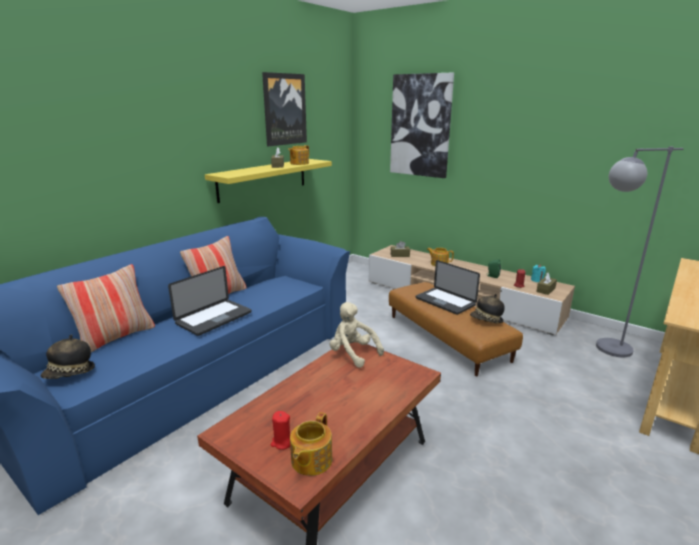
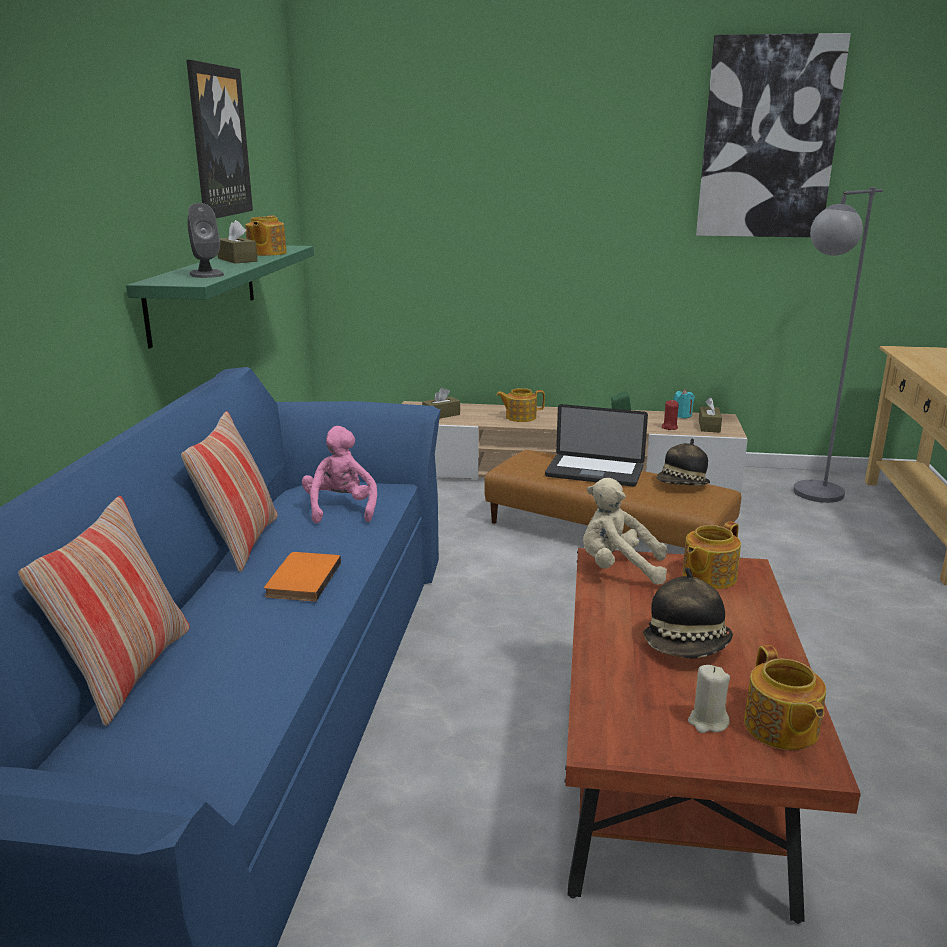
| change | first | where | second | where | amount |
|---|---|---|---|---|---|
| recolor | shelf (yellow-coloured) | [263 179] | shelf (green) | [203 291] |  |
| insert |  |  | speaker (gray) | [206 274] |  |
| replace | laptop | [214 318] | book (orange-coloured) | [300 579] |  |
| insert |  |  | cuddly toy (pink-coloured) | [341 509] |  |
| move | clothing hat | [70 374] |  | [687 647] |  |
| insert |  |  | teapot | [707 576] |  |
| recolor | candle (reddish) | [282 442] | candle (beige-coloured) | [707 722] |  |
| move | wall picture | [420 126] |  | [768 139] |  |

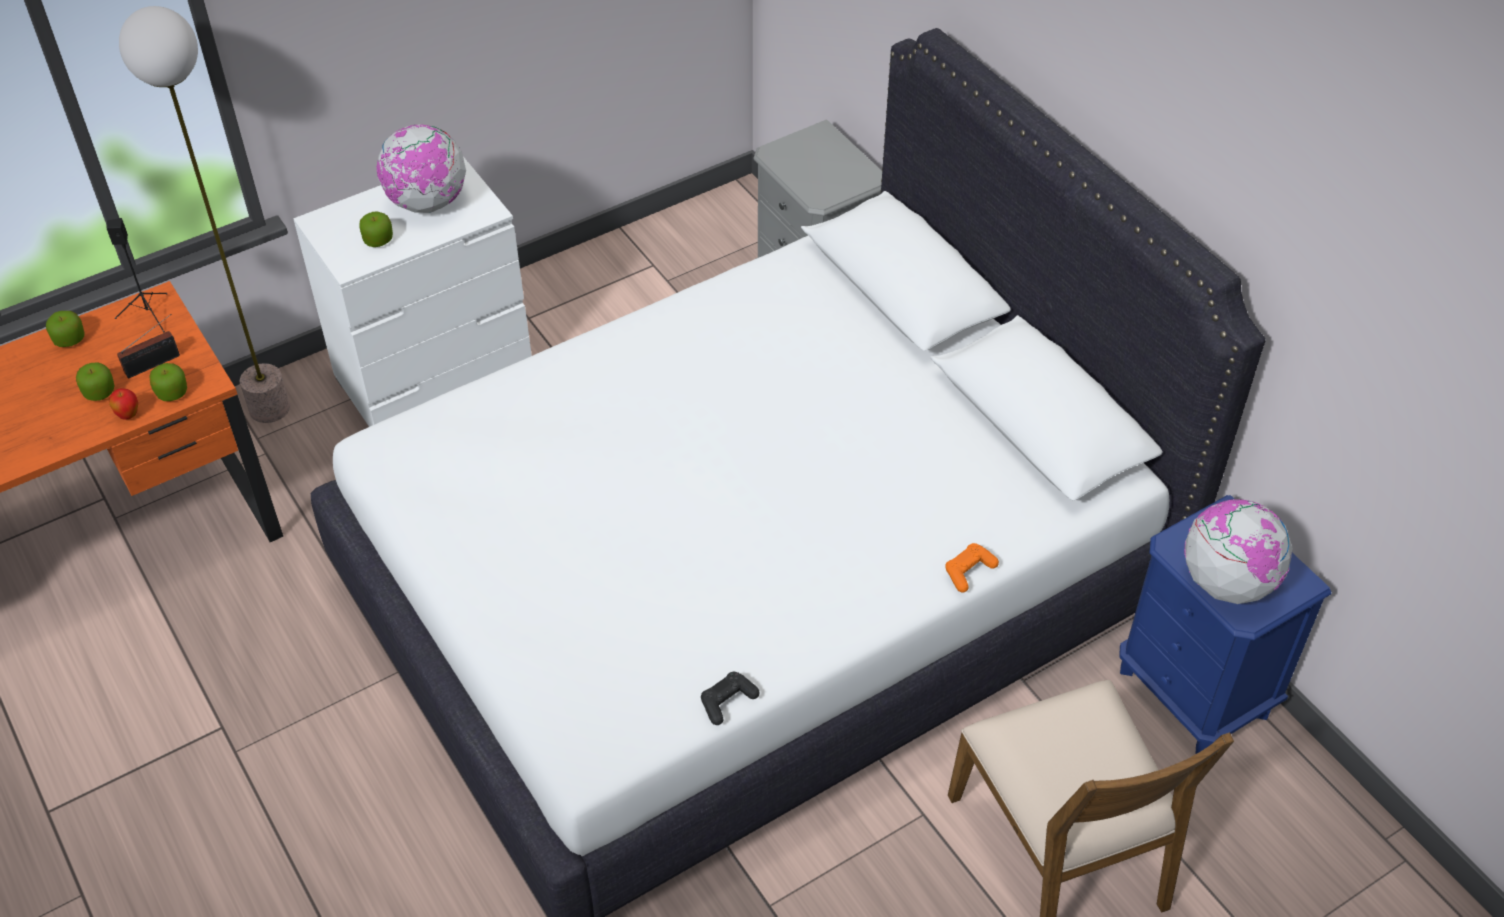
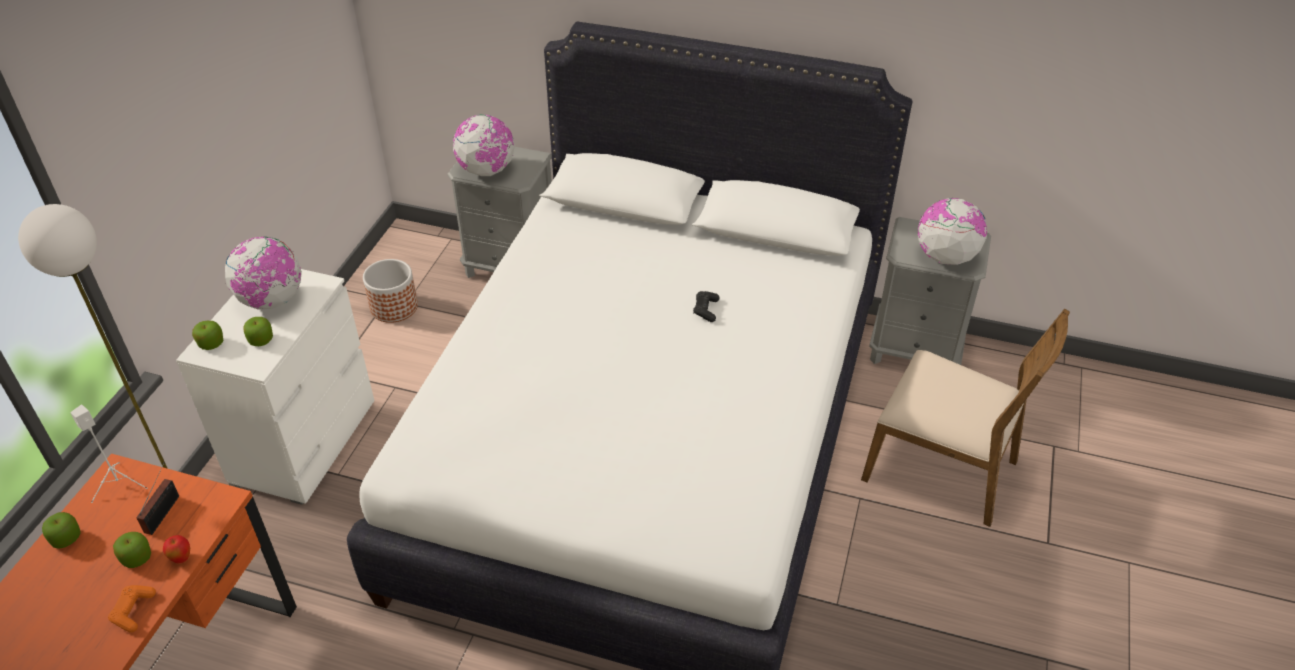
| change | first | where | second | where | amount |
|---|---|---|---|---|---|
| recolor | speaker (blackish) | [148 314] | speaker (white) | [119 483] |  |
| move | joypad (orange-coloured) | [969 571] |  | [133 611] |  |
| move | apple fruit | [172 392] |  | [211 343] |  |
| insert |  |  | planter | [394 307] |  |
| insert |  |  | desk globe | [487 170] |  |
| move | joypad (blackish) | [727 701] |  | [706 310] |  |
| recolor | nightstand (blue) | [1194 692] | nightstand (gray) | [916 350] |  |

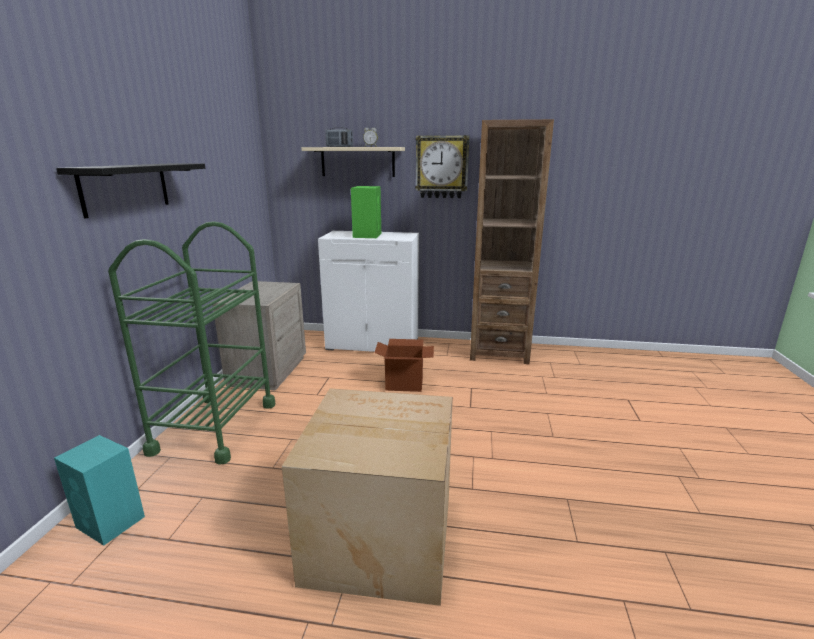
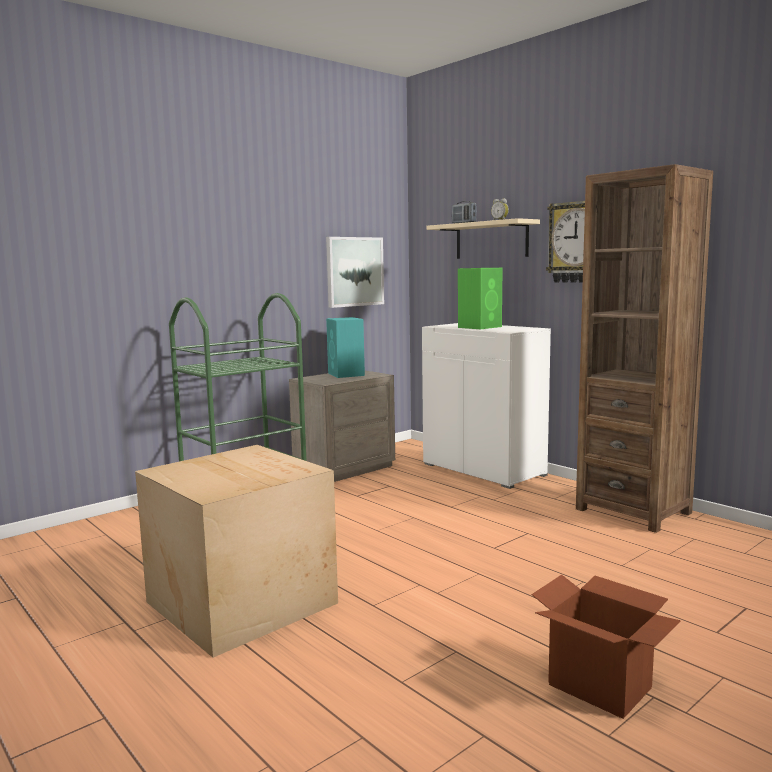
| change | first | where | second | where | amount |
|---|---|---|---|---|---|
| insert |  |  | wall picture | [354 271] |  |
| move | speaker (turquoise) | [111 522] |  | [346 374] |  |
| move | carton | [404 384] |  | [600 686] |  |
| delete | shelf (blackish) | [126 188] |  |  |  |

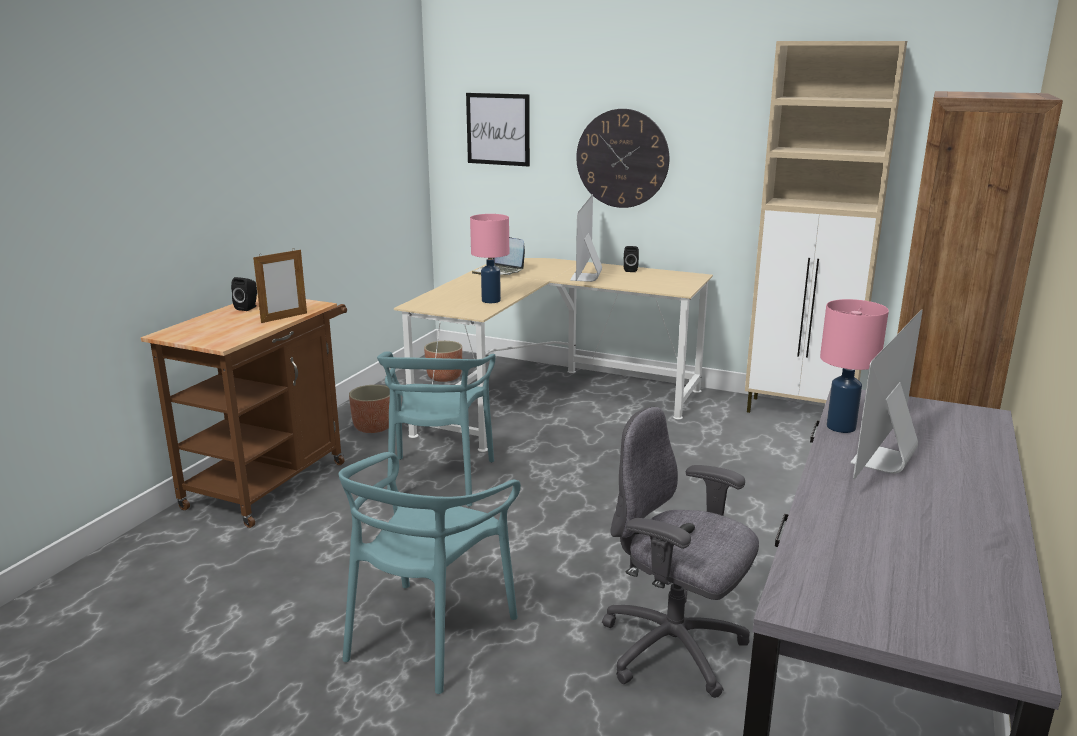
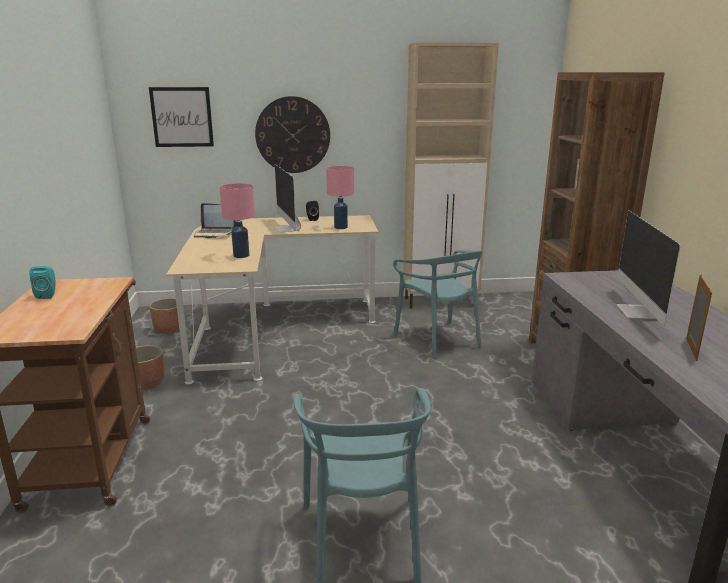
| change | first | where | second | where | amount |
|---|---|---|---|---|---|
| recolor | speaker (blackish) | [248 308] | speaker (turquoise) | [47 295] |  |
| move | table lamp (pink-coloured) | [840 427] |  | [340 227] |  |
| move | chair (turquoise) | [438 480] |  | [438 340] |  |
| move | picture frame | [284 318] |  | [691 349] |  |
| delete | computer chair (gray) | [674 650] |  |  |  |

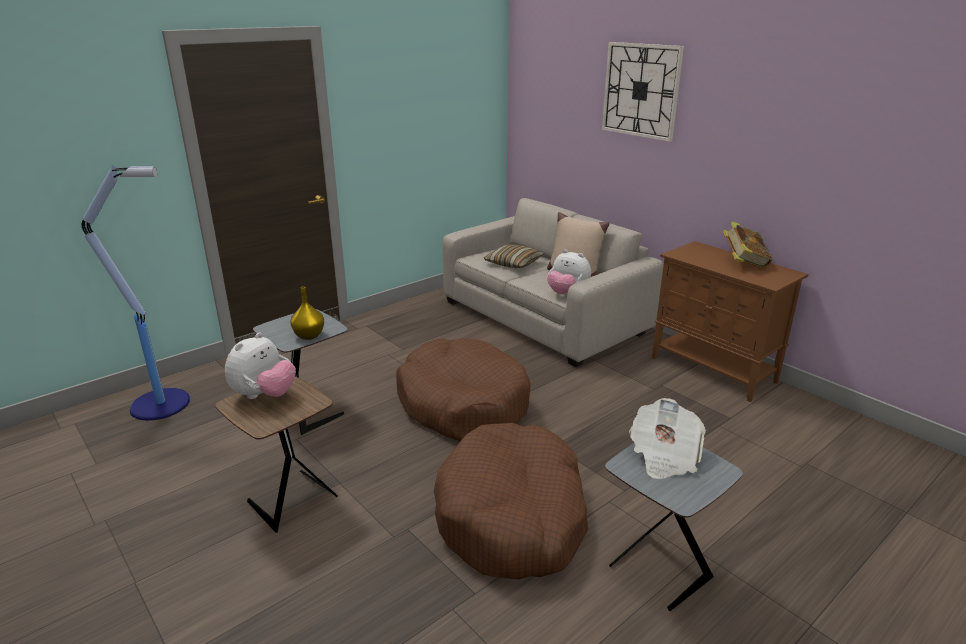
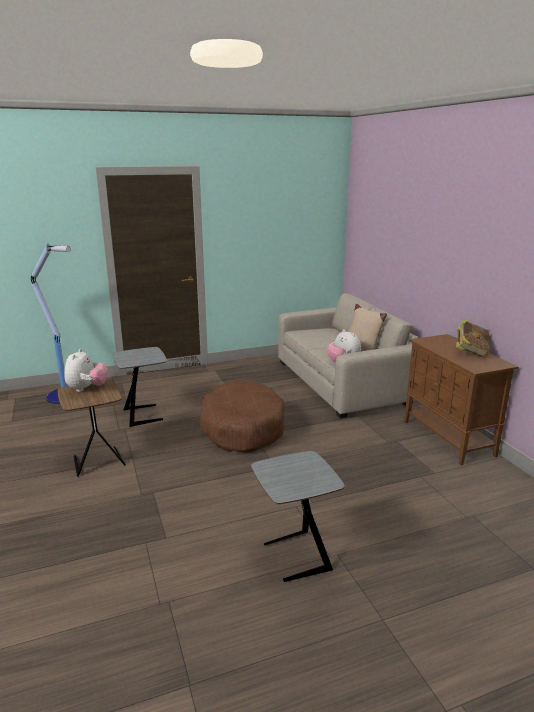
| change | first | where | second | where | amount |
|---|---|---|---|---|---|
| rotate | cuddly toy | [264 395] |  | [87 388] | 45 degrees counterclockwise |
| delete | vase (yellow-coloured) | [309 336] |  |  |  |
| delete | pet bed (brown) | [512 516] |  |  |  |
| delete | pillow | [513 263] |  |  |  |
| delete | wall clock | [641 90] |  |  |  |
| delete | printed paper | [664 456] |  |  |  |

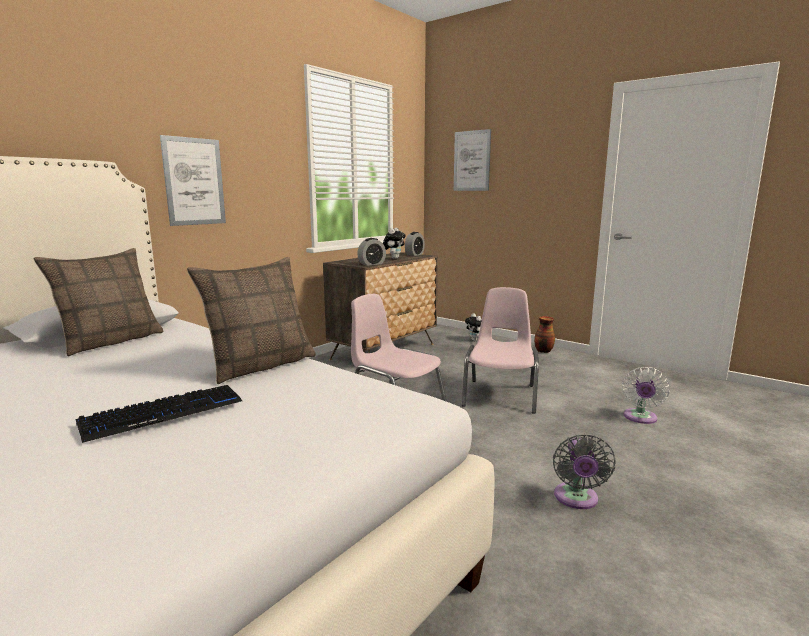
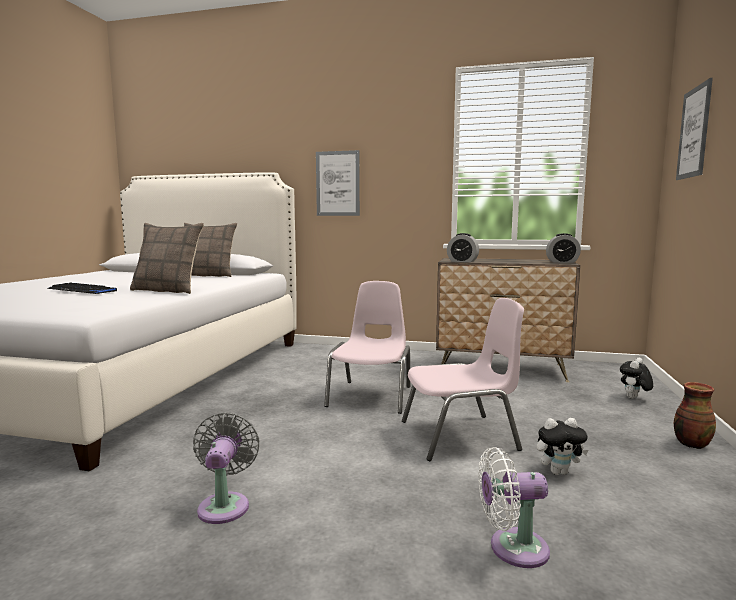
| change | first | where | second | where | amount |
|---|---|---|---|---|---|
| rotate | fan (gray) | [576 499] |  | [225 505] | 105 degrees clockwise |
| move | cuddly toy | [394 258] |  | [559 472] |  |

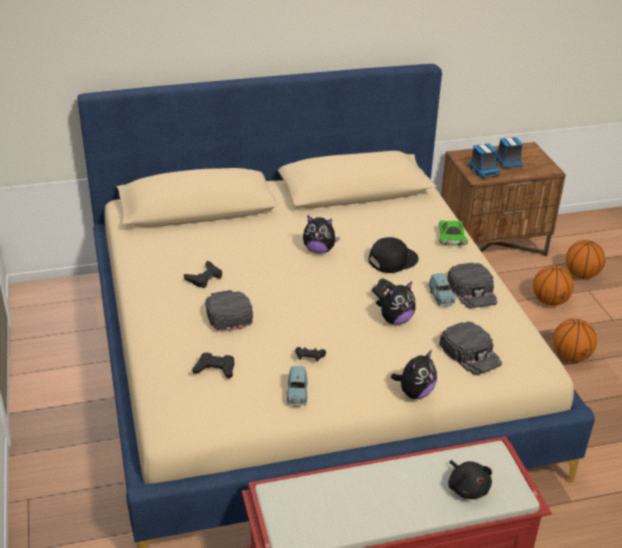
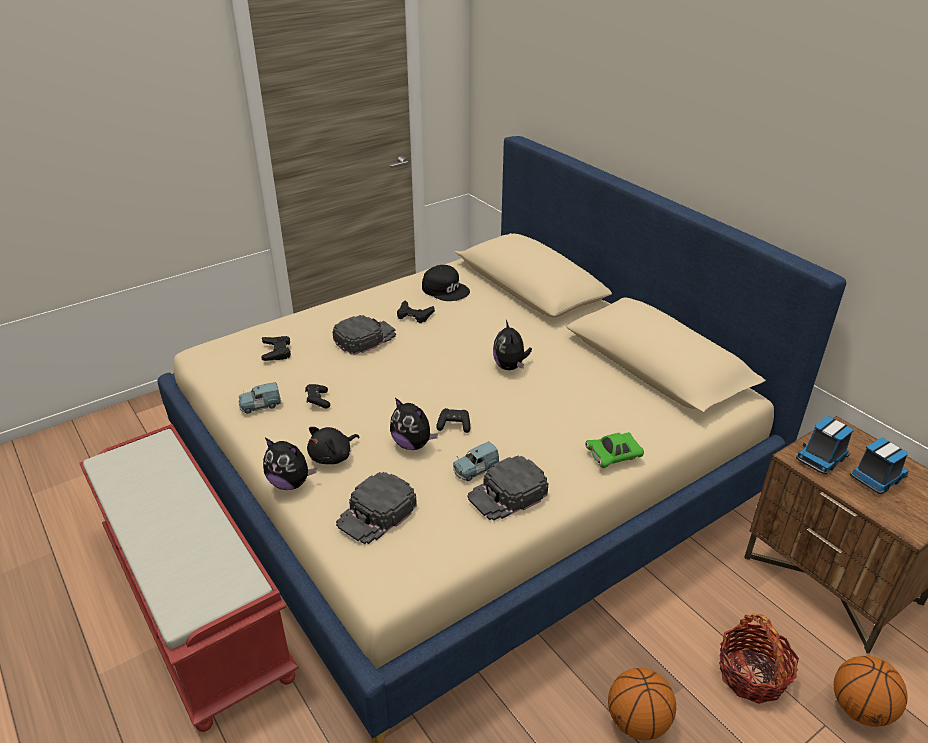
| change | first | where | second | where | amount |
|---|---|---|---|---|---|
| move | cuddly toy (blackish) | [467 488] |  | [333 456] |  |
| move | cap (blackish) | [392 260] |  | [446 289] |  |
| replace | basketball | [550 301] | household basket | [752 675] |  |

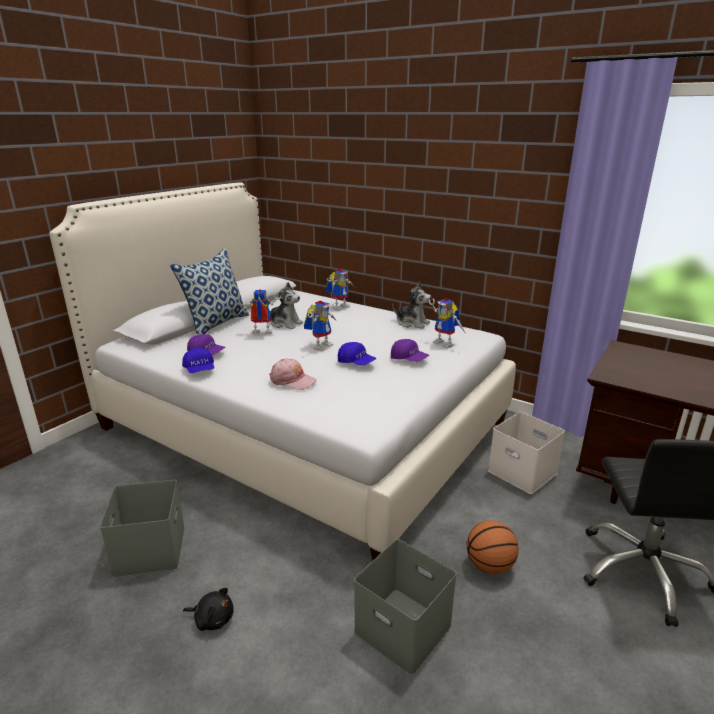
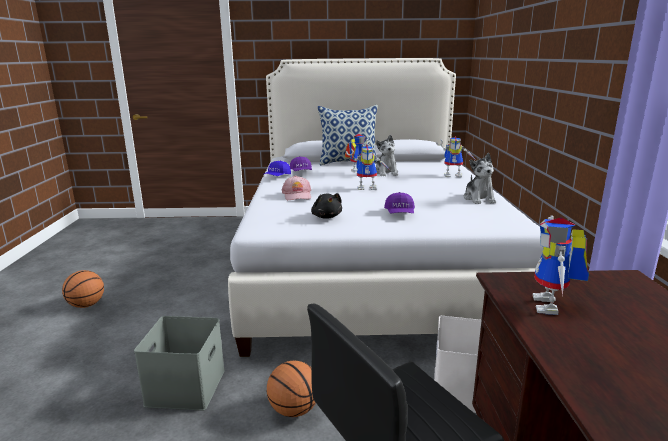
| change | first | where | second | where | amount |
|---|---|---|---|---|---|
| insert |  |  | basketball | [86 305] |  |
| move | cuddly toy (blackish) | [212 619] |  | [326 217] |  |
| move | model robot | [446 343] |  | [552 307] |  |
| delete | storage bin (gray) | [151 551] |  |  |  |
| delete | cap (blue) | [356 363] |  |  |  |

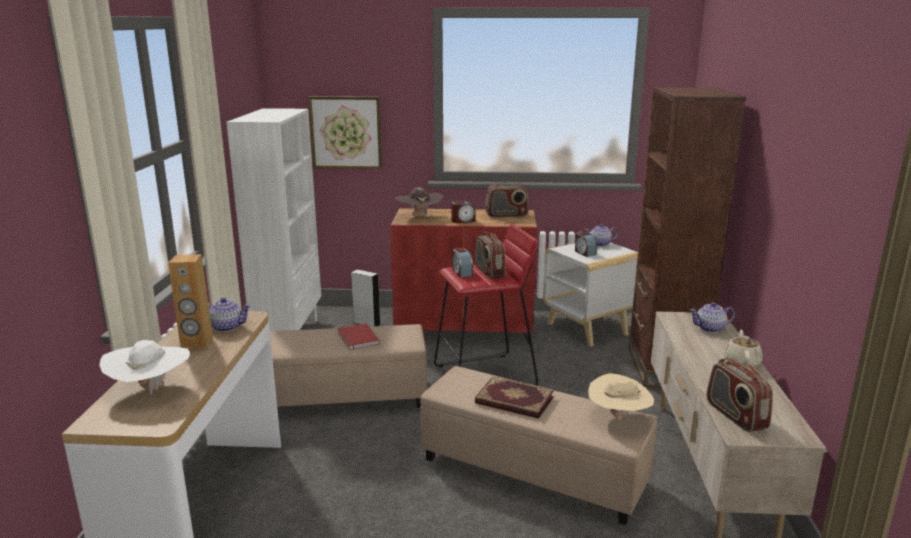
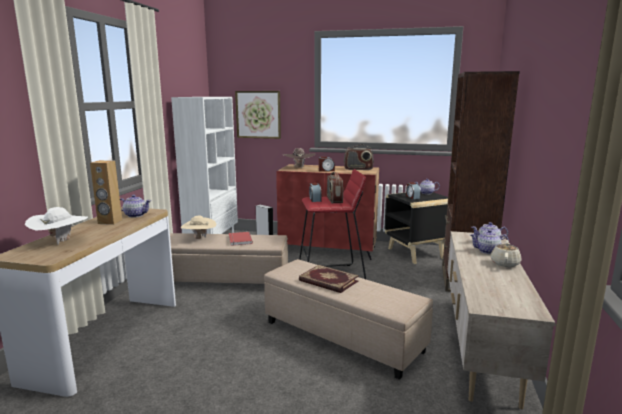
| change | first | where | second | where | amount |
|---|---|---|---|---|---|
| move | clothing hat (beige-coloured) | [618 418] |  | [199 238] |  |
| recolor | side table (white) | [588 329] | side table (blackish) | [416 253] |  |
| insert |  |  | teapot | [488 251] |  |
| delete | radio | [735 416] |  |  |  |

